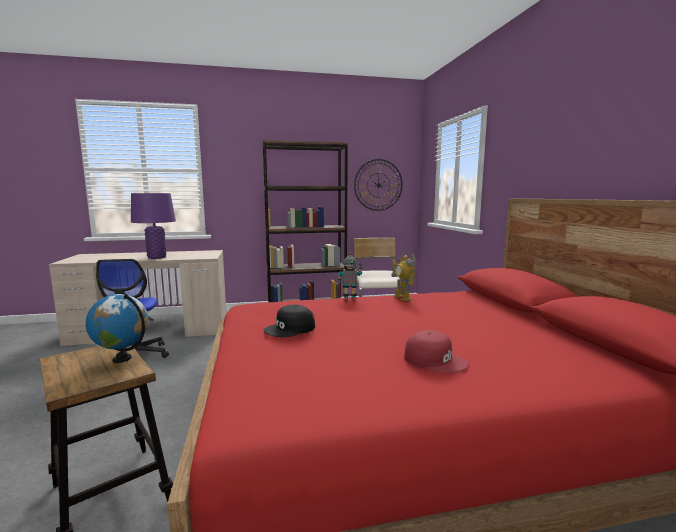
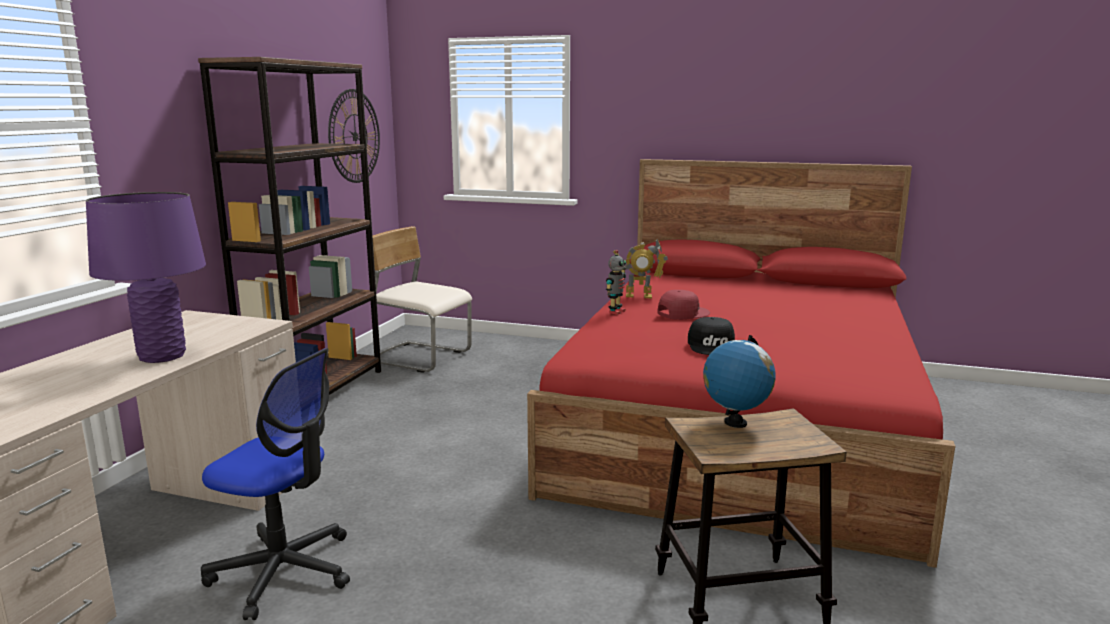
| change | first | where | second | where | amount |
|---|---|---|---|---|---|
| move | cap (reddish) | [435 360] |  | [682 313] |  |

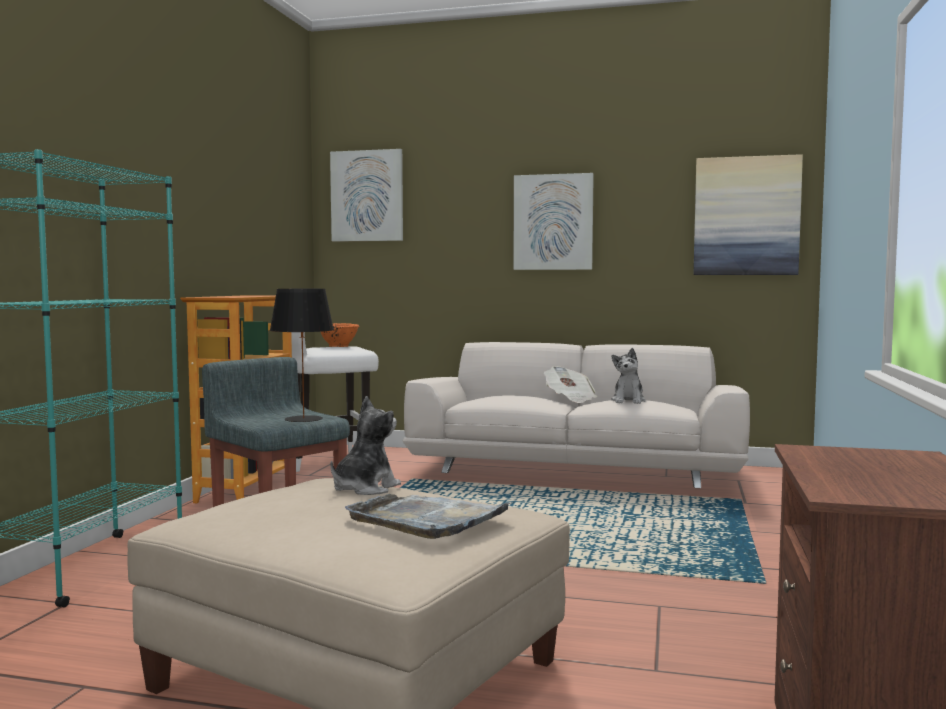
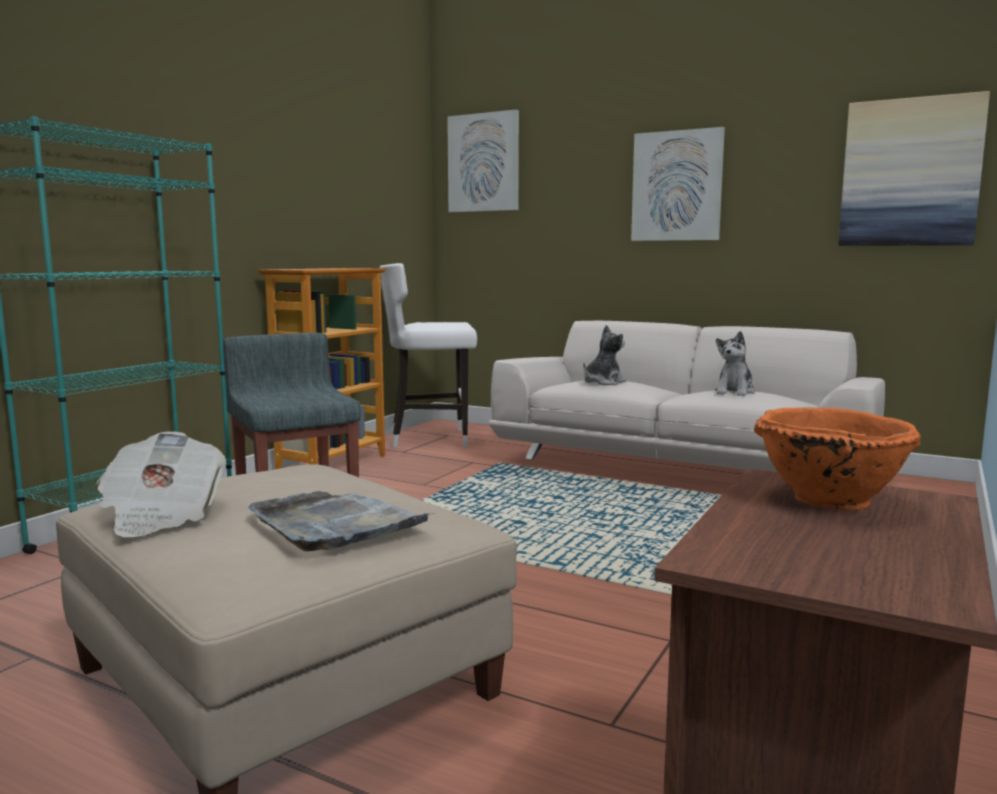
| change | first | where | second | where | amount |
|---|---|---|---|---|---|
| move | printed paper | [570 399] |  | [162 515] |  |
| move | cuddly toy | [364 489] |  | [603 382] |  |
| move | serving bowl (orange-coloured) | [338 346] |  | [828 499] |  |
| delete | table lamp (blackish) | [304 419] |  |  |  |

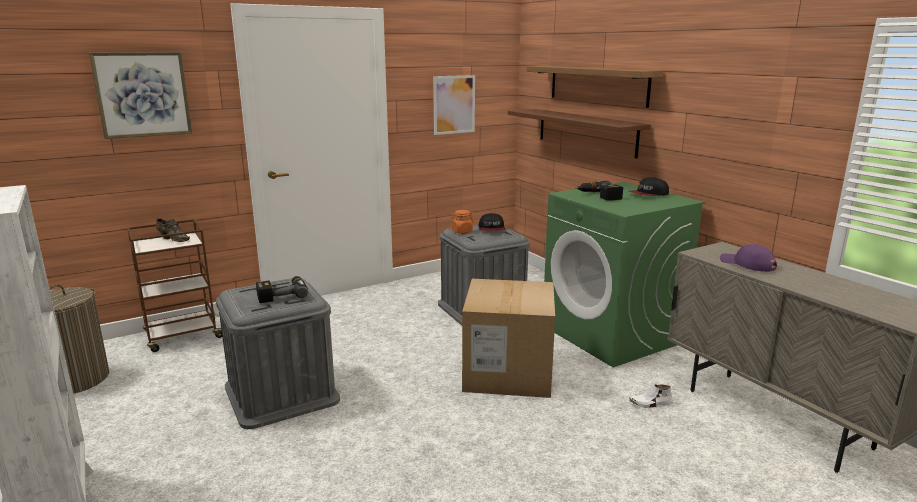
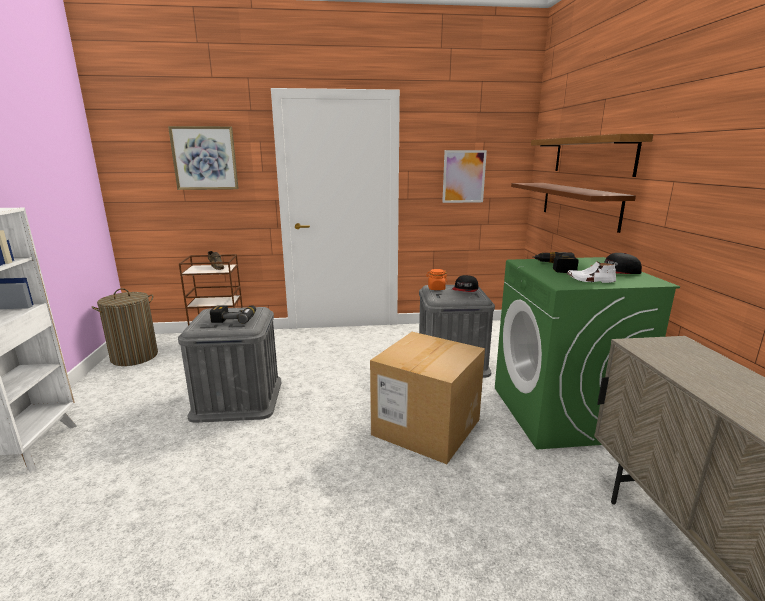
| change | first | where | second | where | amount |
|---|---|---|---|---|---|
| move | low shoe (white) | [650 403] |  | [590 280] |  |
| delete | cap (purple-coloured) | [747 264] |  |  |  |

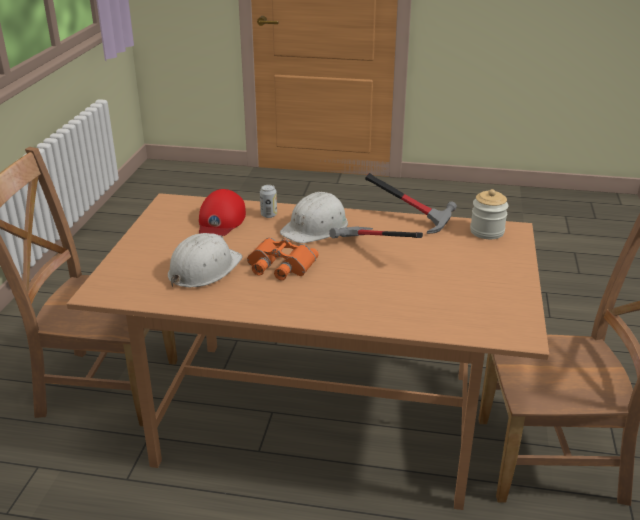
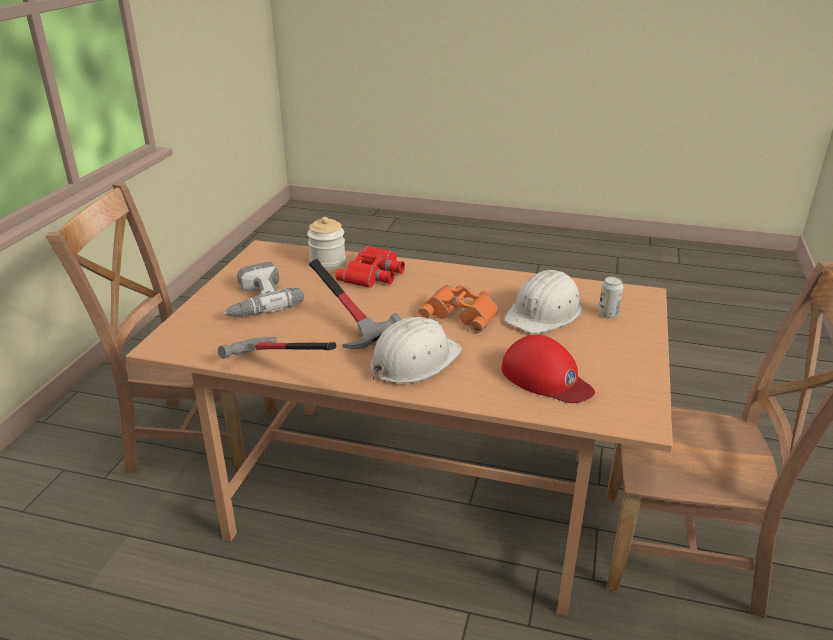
| change | first | where | second | where | amount |
|---|---|---|---|---|---|
| insert |  |  | electric drill | [255 300] |  |
| move | preserve jar | [487 232] |  | [327 262] |  |
| insert |  |  | pair of binoculars (reddish) | [373 274] |  |
| rotate | cap (reddish) | [220 221] |  | [546 378] | 120 degrees clockwise |
| move | can | [269 215] |  | [608 314] |  |

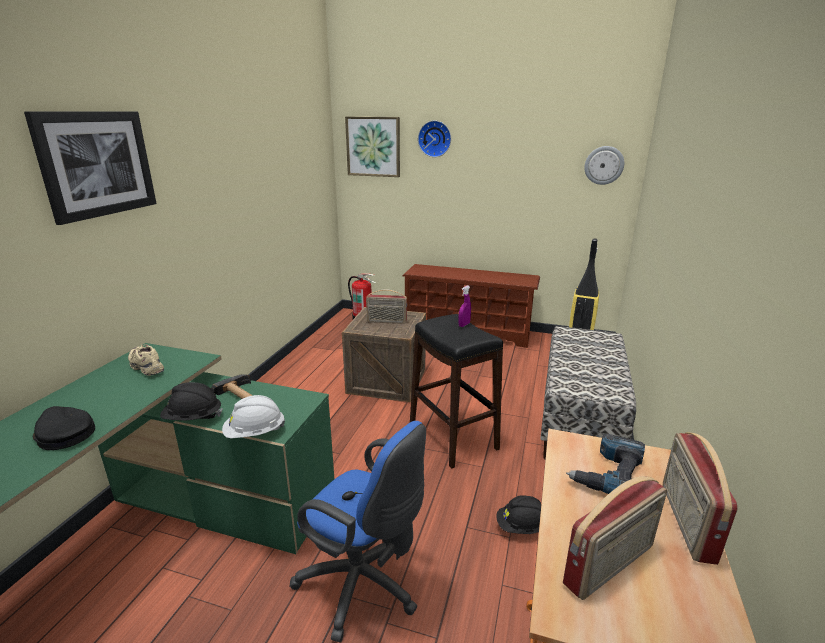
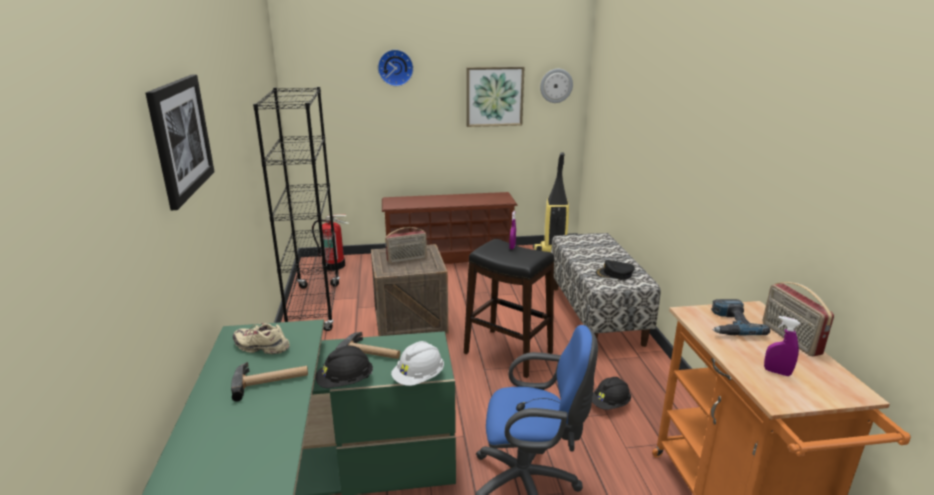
| change | first | where | second | where | amount |
|---|---|---|---|---|---|
| insert |  |  | hand hammer | [271 381] |  |
| insert |  |  | shelving unit (blackish) | [314 307] |  |
| move | wall picture | [373 146] |  | [494 96] |  |
| move | cap (blackish) | [64 434] |  | [614 274] |  |
| replace | radio | [610 566] | hand sprayer (purple-coloured) | [777 372] |  |

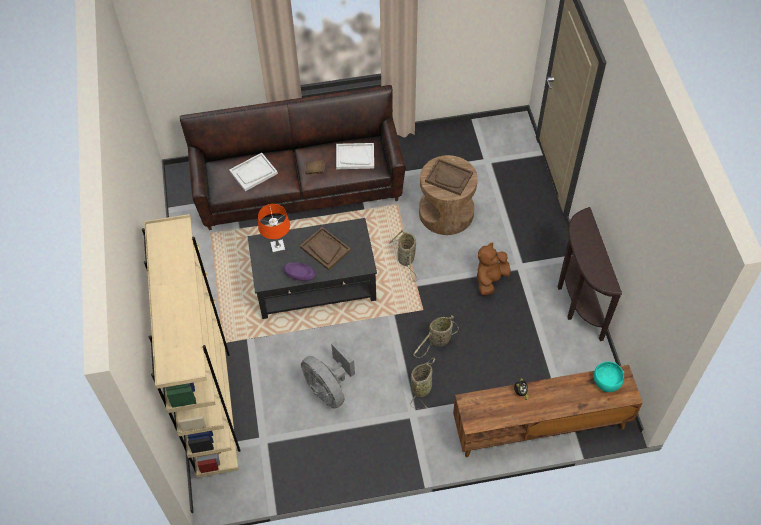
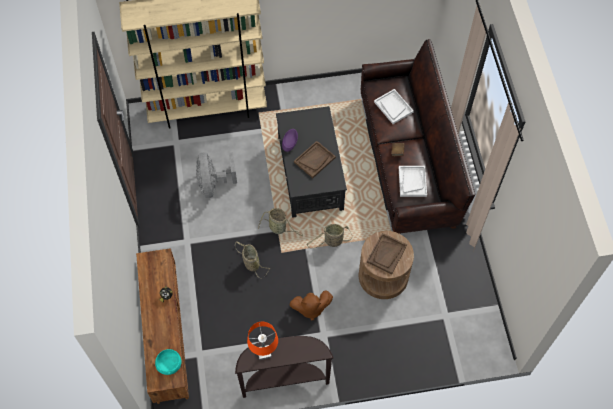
| change | first | where | second | where | amount |
|---|---|---|---|---|---|
| rotate | fan (gray) | [329 389] |  | [214 184] | 60 degrees counterclockwise |
| move | table lamp (orange-coloured) | [278 248] |  | [264 353] |  |
| move | household basket | [422 387] |  | [279 228] |  |
| rotate | cuddly toy (brown) | [490 279] |  | [310 308] | 135 degrees clockwise |

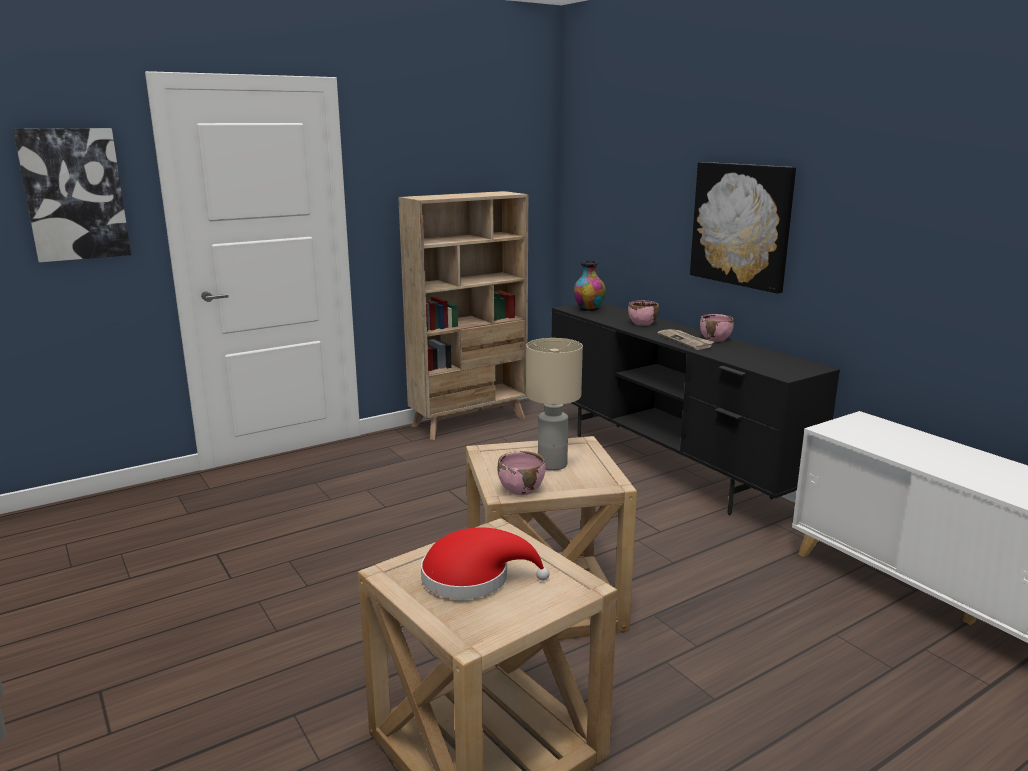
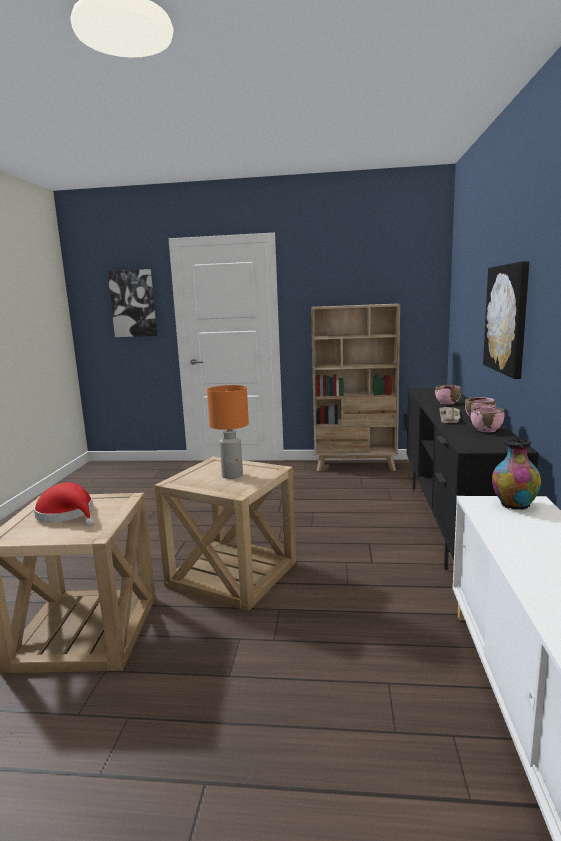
| change | first | where | second | where | amount |
|---|---|---|---|---|---|
| recolor | table lamp (beige-coloured) | [552 464] | table lamp (orange-coloured) | [232 475] |  |
| move | serving bowl (pink-coloured) | [521 489] |  | [486 430] |  |
| move | vase | [588 309] |  | [513 505] |  |

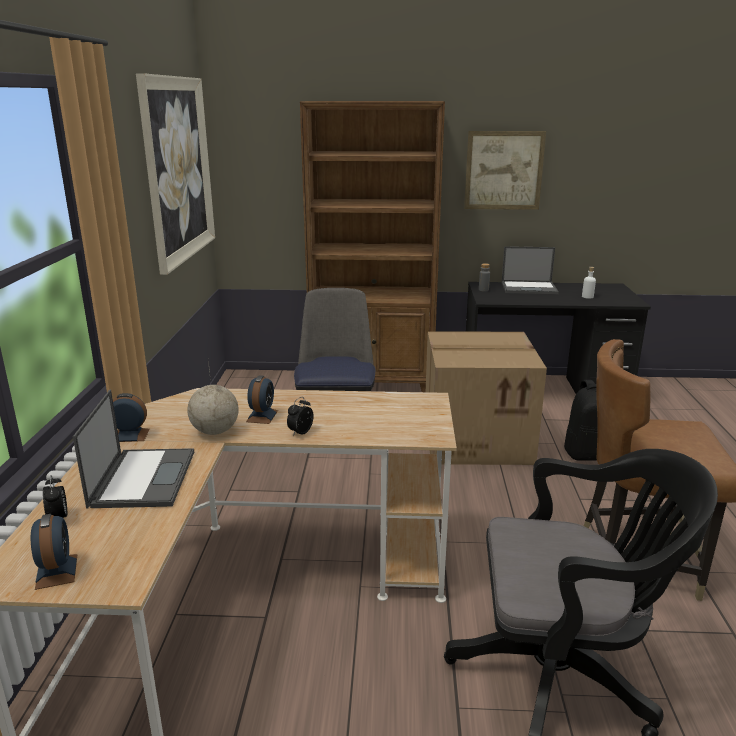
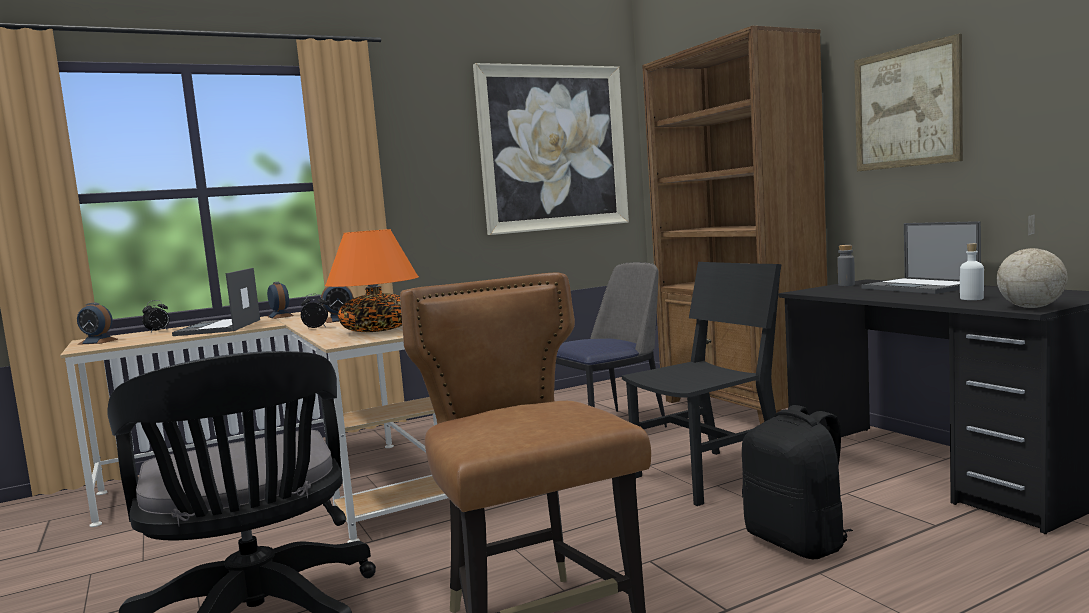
| change | first | where | second | where | amount |
|---|---|---|---|---|---|
| rotate | bedside clock | [56 571] |  | [98 342] | 60 degrees clockwise |
| rotate | laptop | [143 477] |  | [218 328] | 120 degrees clockwise |
| insert |  |  | table lamp (orange-coloured) | [377 330] |  |
| replace | carton | [477 438] | chair (blackish) | [708 476] |  |
| move | desk globe | [215 431] |  | [1031 307] |  |

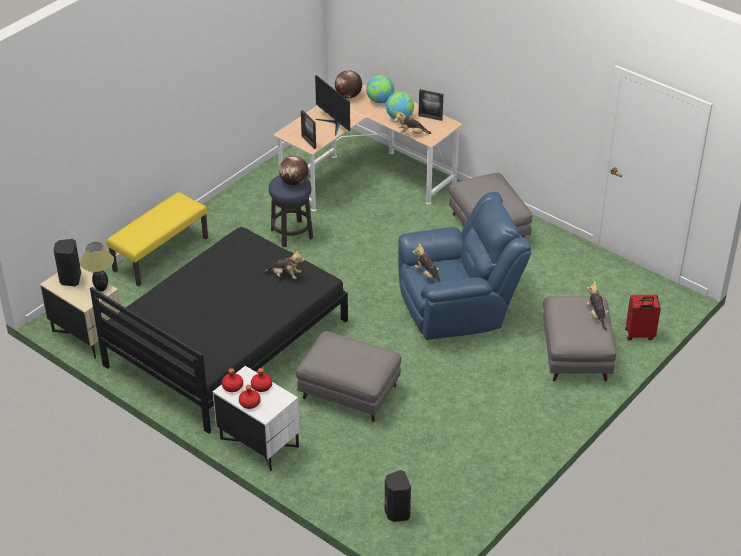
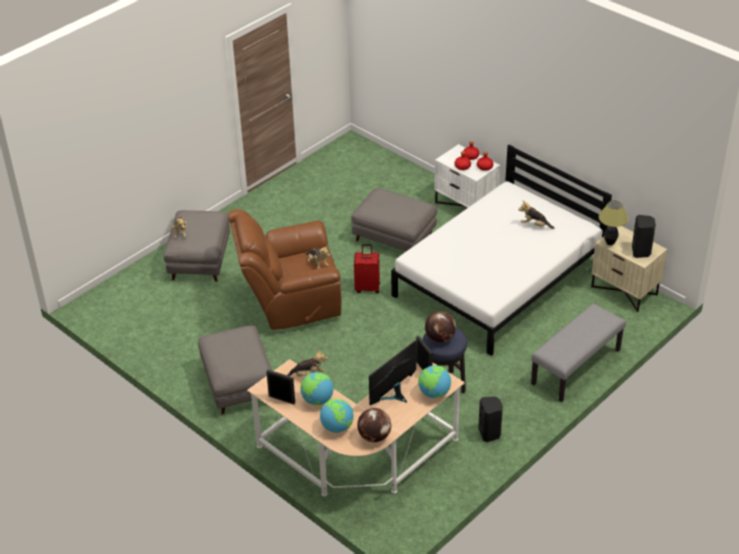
| change | first | where | second | where | amount |
|---|---|---|---|---|---|
| recolor | lounge chair (blue) | [458 308] | lounge chair (brown) | [289 302] |  |
| move | travel case (reddish) | [639 335] |  | [367 287] |  |
| rotate | computer display | [334 124] |  | [394 394] | 105 degrees counterclockwise |
| recolor | bedroom bed (blackish) | [227 342] | bedroom bed (white) | [498 280] |  |
| insert |  |  | desk globe | [434 393] |  |
| move | speaker (blackish) | [396 512] |  | [490 433] |  |
| move | cuddly toy | [285 275] |  | [535 225] |  |
| recolor | long seat (yellow-coloured) | [160 254] | long seat (gray) | [576 367] |  |

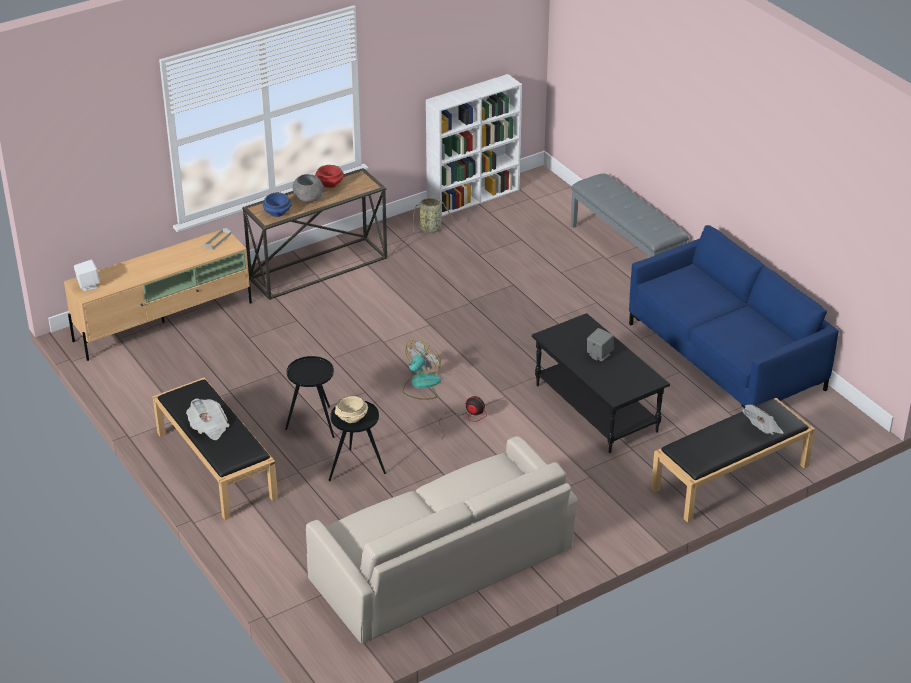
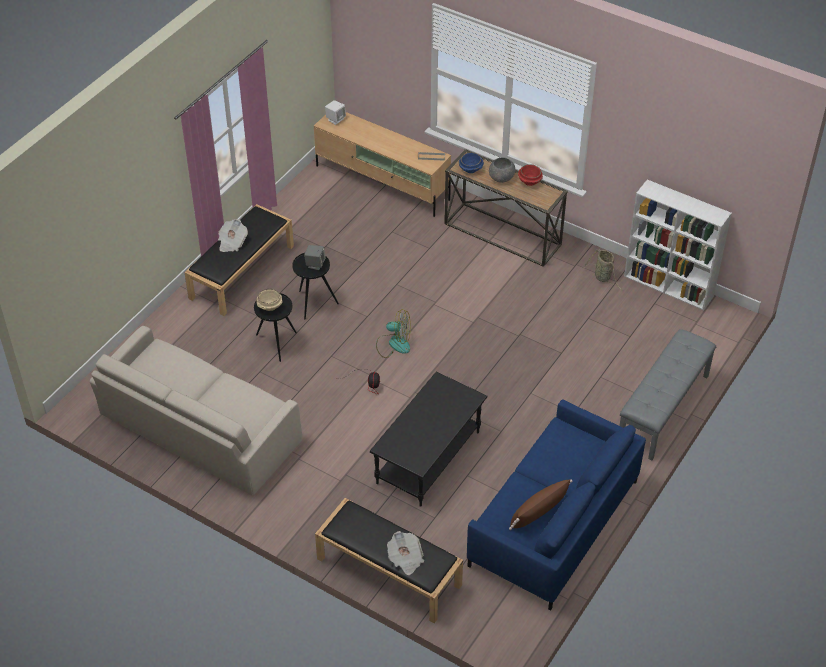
| change | first | where | second | where | amount |
|---|---|---|---|---|---|
| move | speaker (gray) | [599 355] |  | [315 264] |  |
| insert |  |  | pillow (brown) | [538 512] |  |

